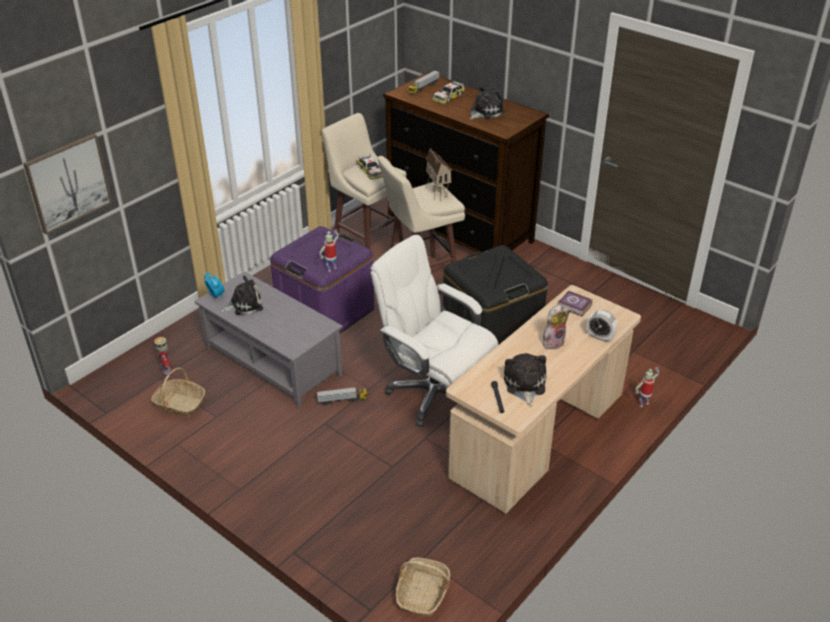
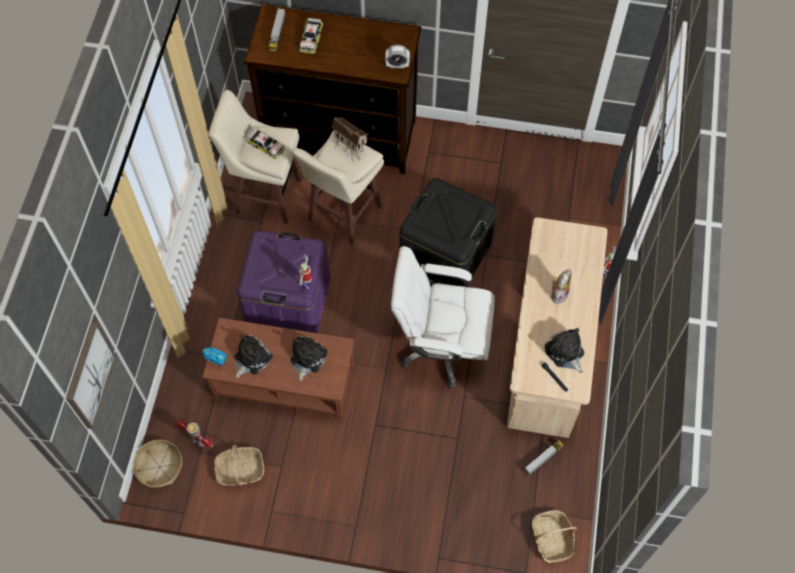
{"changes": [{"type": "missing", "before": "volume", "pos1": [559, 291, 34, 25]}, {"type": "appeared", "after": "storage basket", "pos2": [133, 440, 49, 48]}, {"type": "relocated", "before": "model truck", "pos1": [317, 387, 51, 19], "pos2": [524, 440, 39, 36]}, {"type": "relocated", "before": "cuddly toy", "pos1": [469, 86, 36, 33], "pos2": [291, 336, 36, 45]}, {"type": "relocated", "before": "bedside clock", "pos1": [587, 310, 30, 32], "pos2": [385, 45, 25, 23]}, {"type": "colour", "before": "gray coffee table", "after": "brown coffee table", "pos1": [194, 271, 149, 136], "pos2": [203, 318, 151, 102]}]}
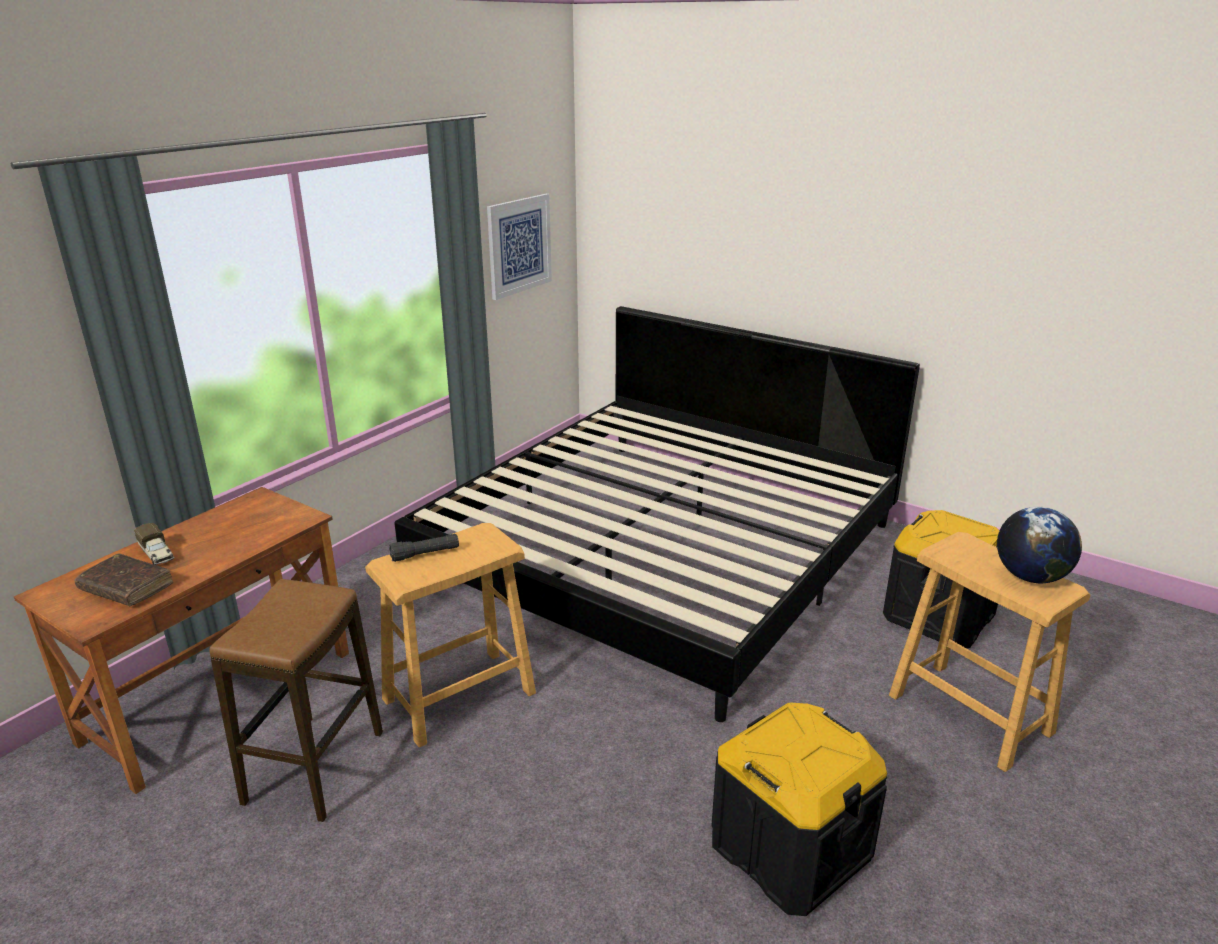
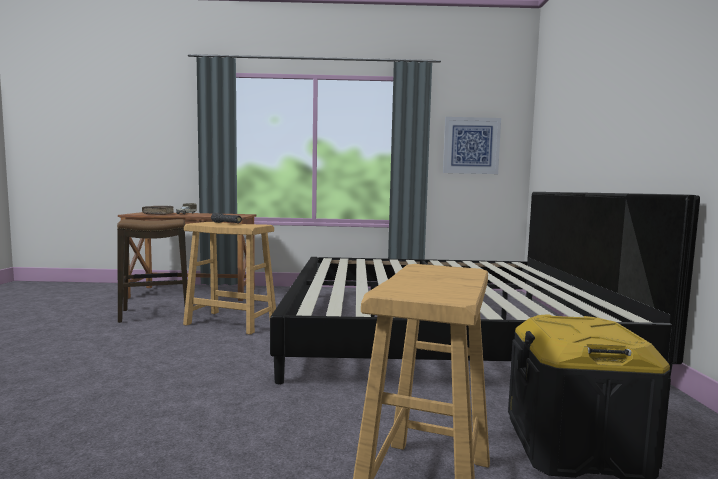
{"changes": [{"type": "missing", "before": "black-coloured storage container", "pos1": [712, 702, 175, 214]}, {"type": "missing", "before": "desk globe", "pos1": [997, 507, 85, 76]}]}
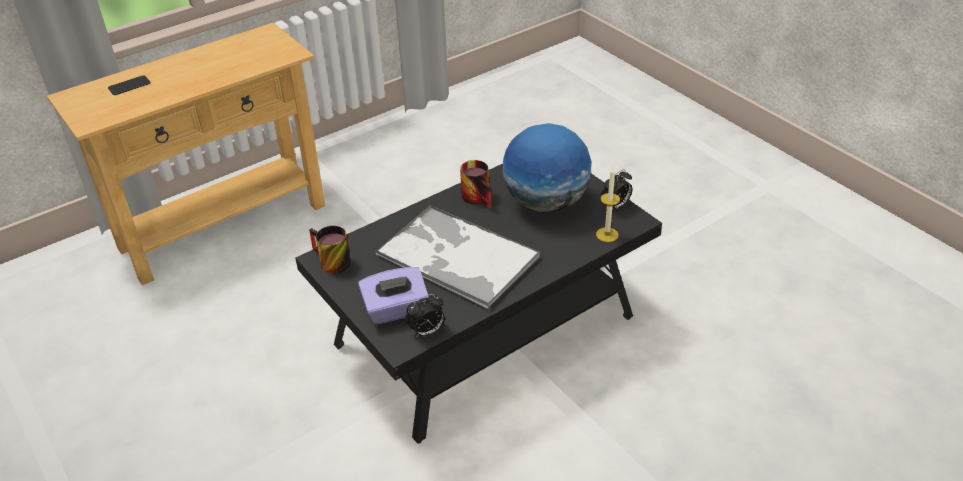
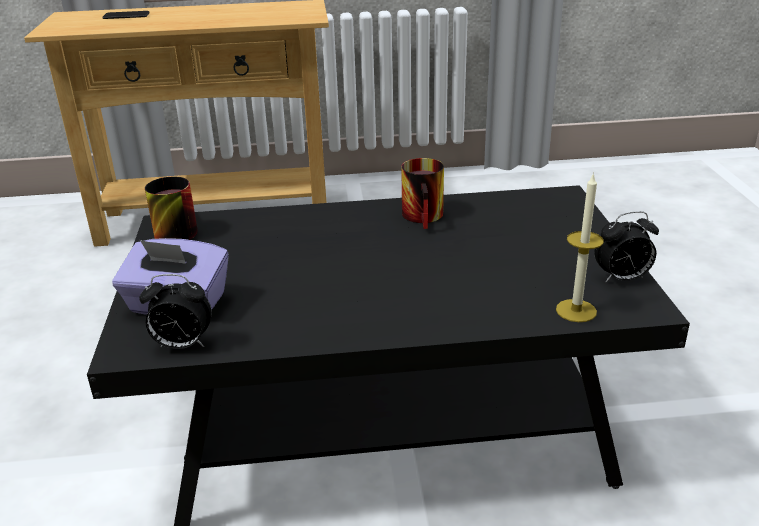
{"changes": [{"type": "missing", "before": "serving tray", "pos1": [375, 205, 165, 105]}, {"type": "missing", "before": "desk globe", "pos1": [502, 123, 90, 90]}]}
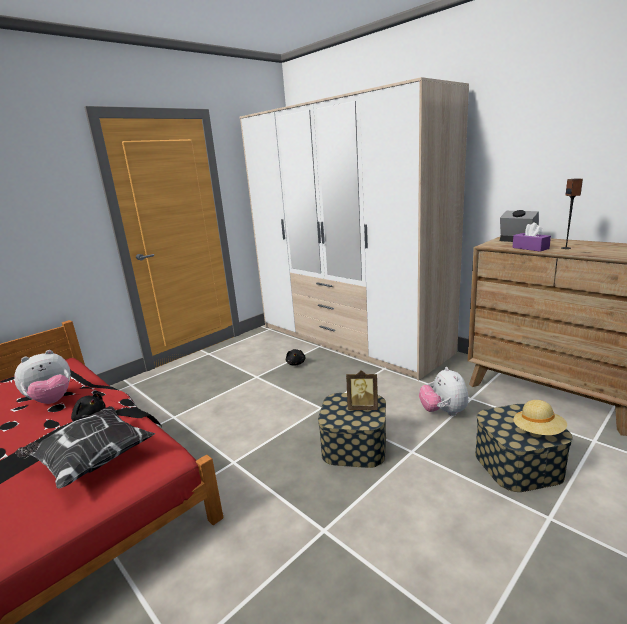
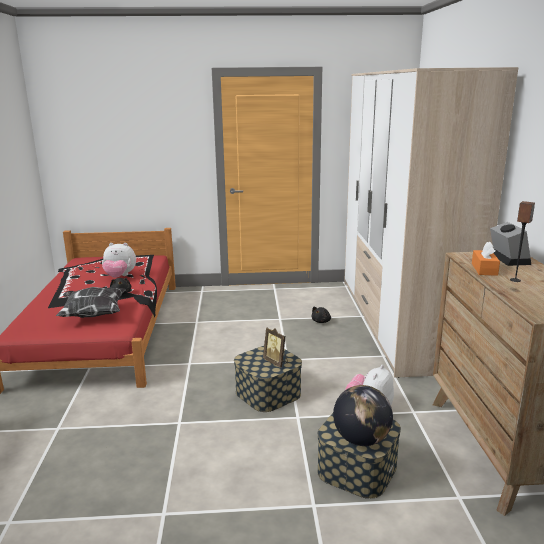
{"changes": [{"type": "exchanged", "before": "beige-coloured wearable hat", "after": "desk globe", "pos1": [513, 400, 54, 35], "pos2": [333, 385, 60, 61]}, {"type": "colour", "before": "purplish tissue box", "after": "orangey tissue box", "pos1": [512, 222, 39, 30], "pos2": [472, 241, 28, 35]}]}
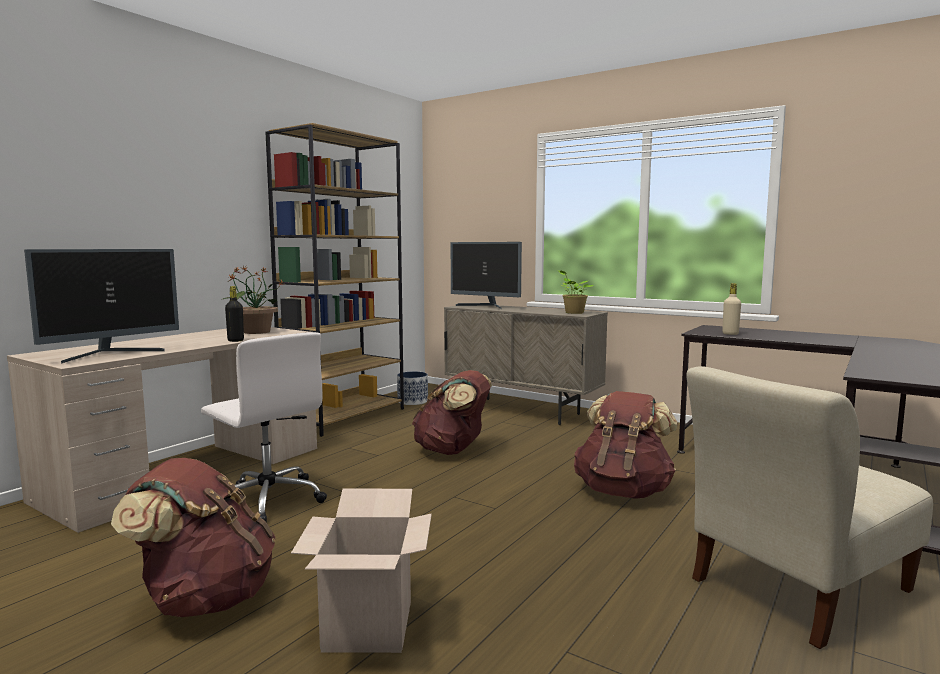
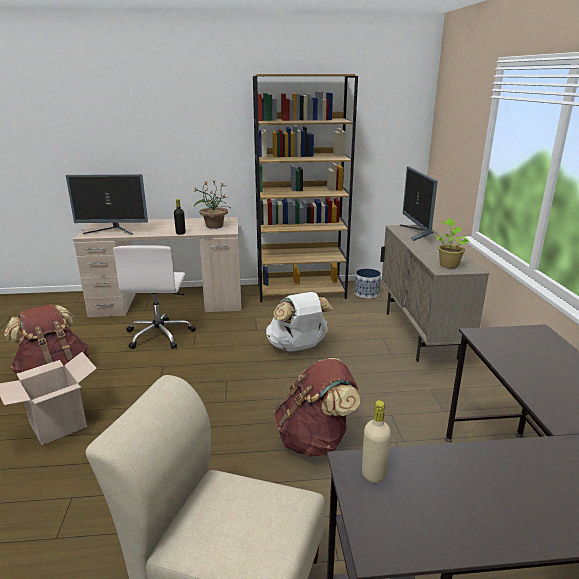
{"changes": [{"type": "relocated", "before": "beige-coloured beverage bottle", "pos1": [722, 283, 19, 52], "pos2": [362, 400, 29, 83]}, {"type": "colour", "before": "brown backpack", "after": "whitish backpack", "pos1": [412, 370, 80, 85], "pos2": [266, 292, 67, 60]}]}
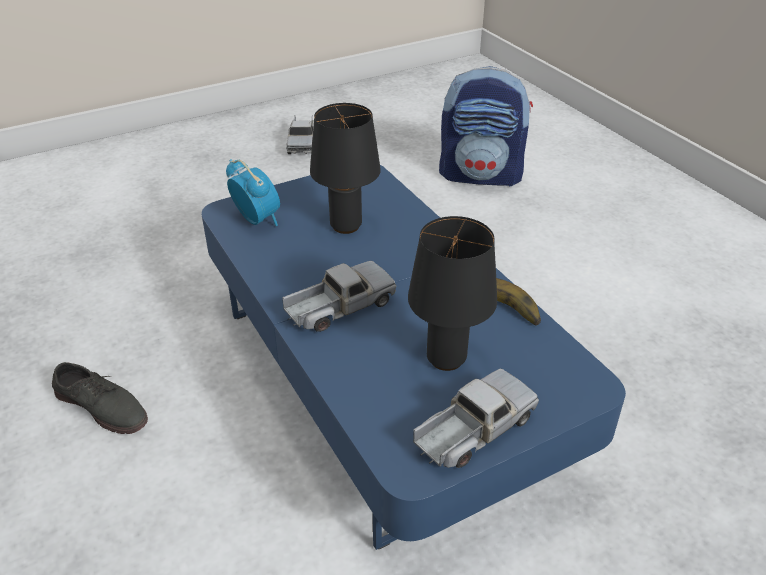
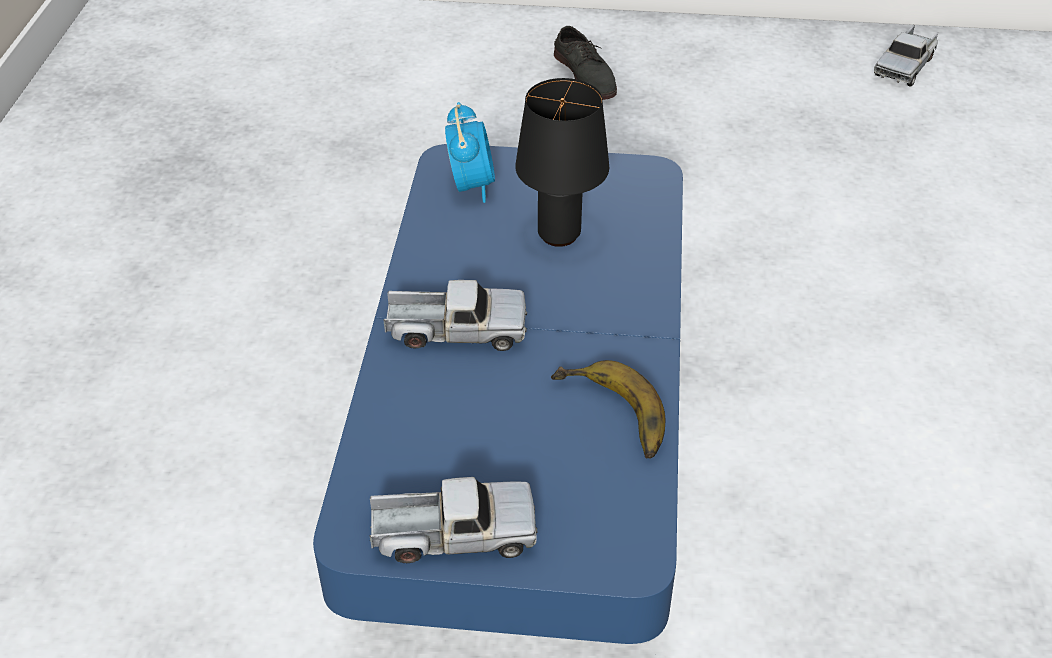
{"changes": [{"type": "missing", "before": "black-coloured table lamp", "pos1": [408, 216, 89, 155]}, {"type": "missing", "before": "backpack", "pos1": [439, 66, 94, 121]}, {"type": "relocated", "before": "gray shoe", "pos1": [52, 362, 96, 72], "pos2": [554, 26, 63, 74]}, {"type": "relocated", "before": "model truck", "pos1": [286, 115, 28, 39], "pos2": [874, 25, 65, 61]}]}
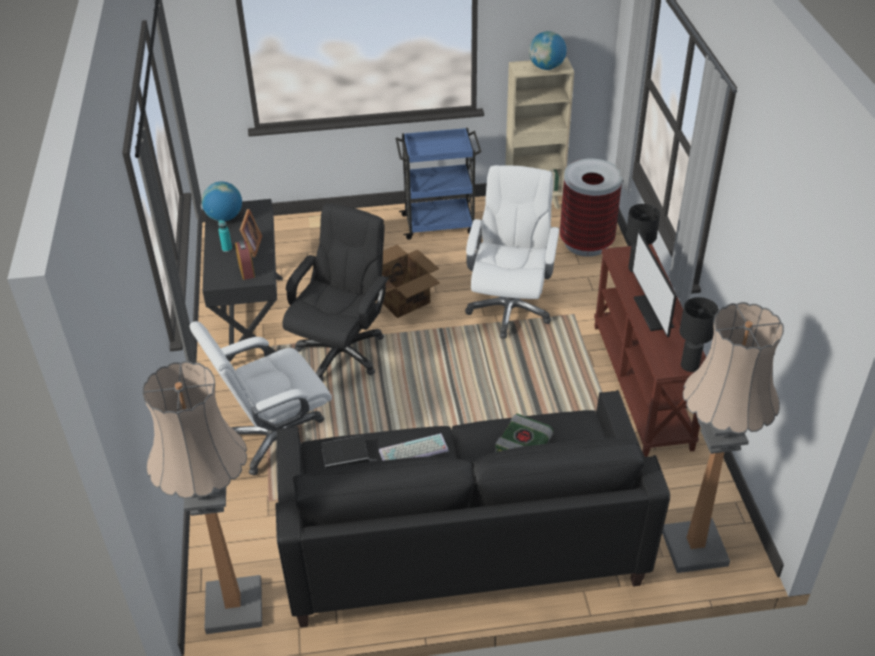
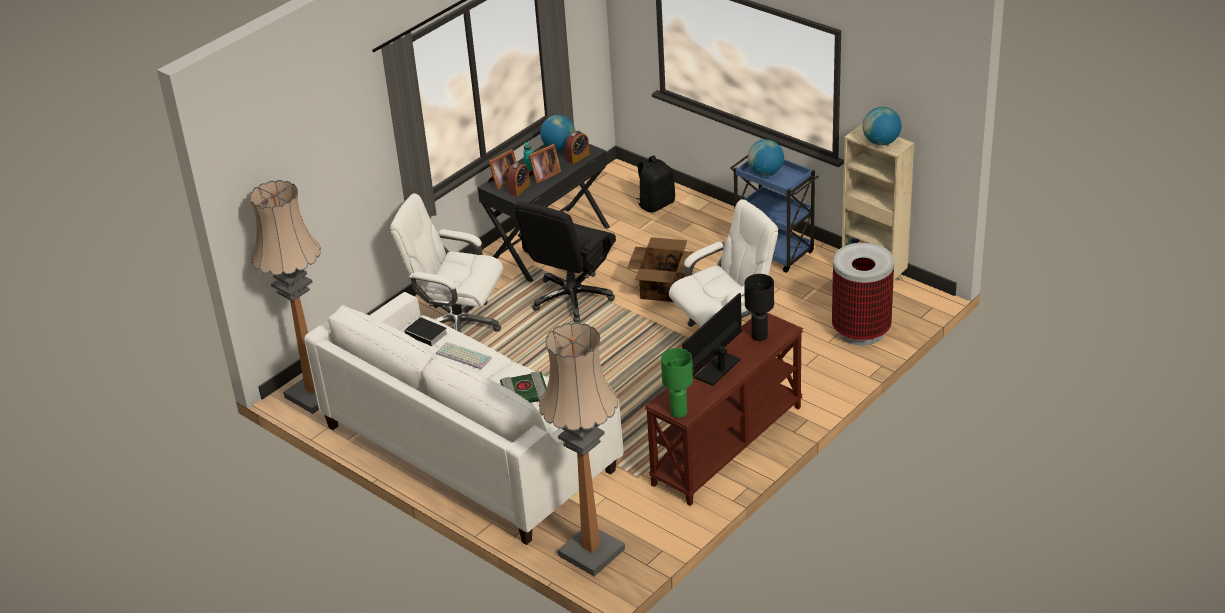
{"changes": [{"type": "appeared", "after": "picture frame", "pos2": [488, 149, 28, 40]}, {"type": "appeared", "after": "bedside clock", "pos2": [565, 131, 25, 33]}, {"type": "appeared", "after": "black-coloured backpack", "pos2": [636, 155, 39, 58]}, {"type": "appeared", "after": "desk globe", "pos2": [748, 139, 36, 37]}, {"type": "colour", "before": "black-coloured sofa", "after": "whitish sofa", "pos1": [276, 390, 394, 238], "pos2": [304, 292, 320, 253]}, {"type": "colour", "before": "black-coloured table lamp", "after": "greenish table lamp", "pos1": [679, 297, 40, 75], "pos2": [661, 348, 32, 70]}, {"type": "spun", "before": "black-coloured computer chair", "pos1": [283, 203, 106, 178], "pos2": [514, 202, 102, 120], "turn": 135}]}
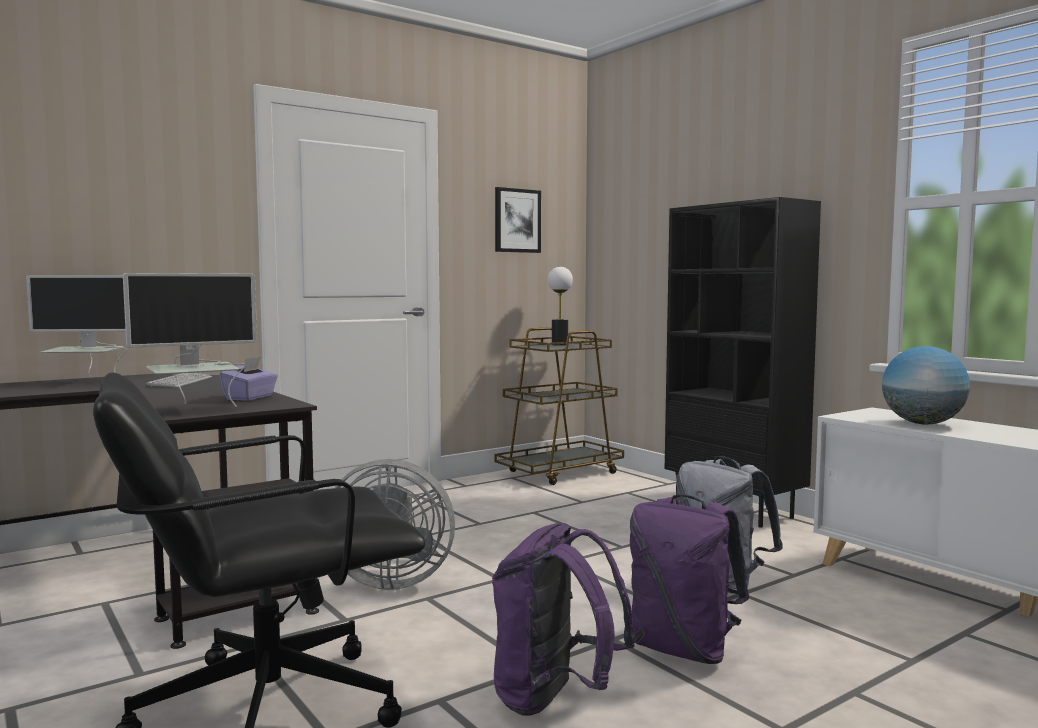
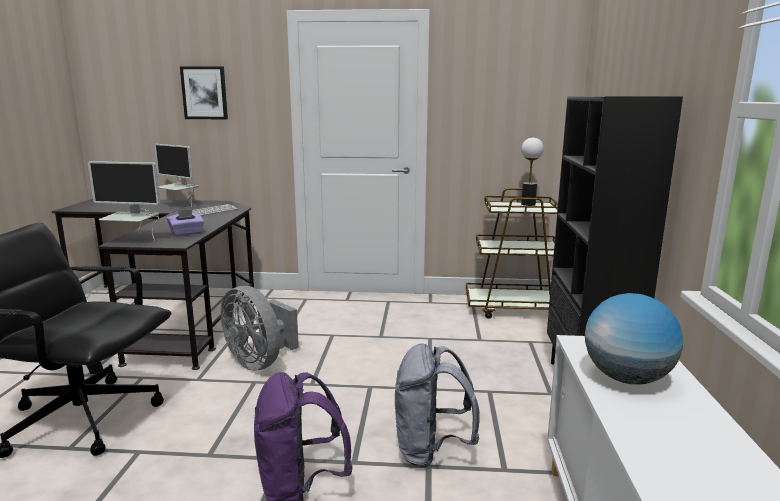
{"changes": [{"type": "missing", "before": "purplish backpack", "pos1": [492, 523, 144, 193]}, {"type": "relocated", "before": "wall art", "pos1": [495, 187, 46, 66], "pos2": [180, 66, 48, 53]}]}
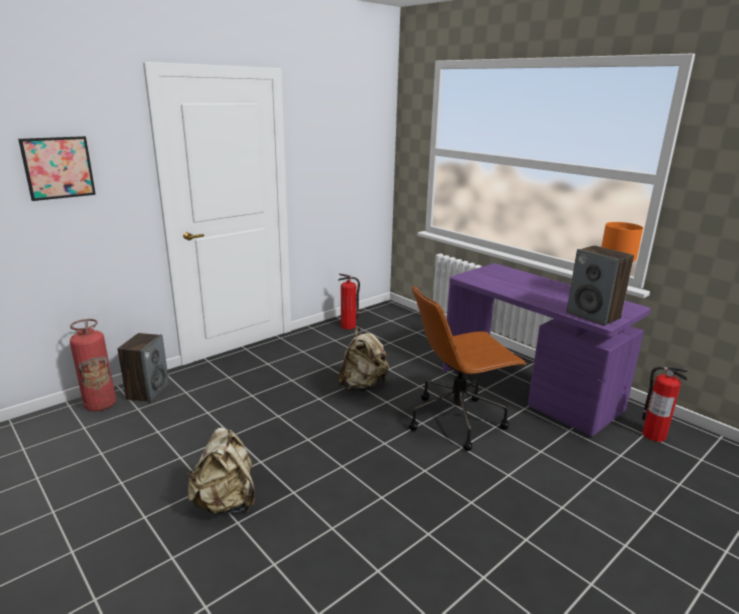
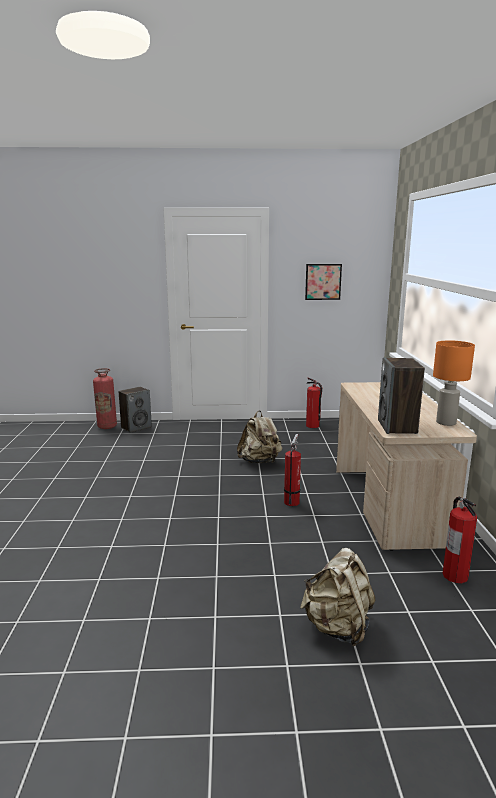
{"changes": [{"type": "relocated", "before": "wall art", "pos1": [18, 136, 78, 65], "pos2": [305, 264, 37, 36]}, {"type": "relocated", "before": "beige-coloured backpack", "pos1": [187, 427, 68, 87], "pos2": [300, 548, 75, 99]}, {"type": "exchanged", "before": "brown computer chair", "after": "extinguisher", "pos1": [409, 285, 118, 166], "pos2": [284, 434, 17, 72]}, {"type": "colour", "before": "purplish desk", "after": "beige-coloured desk", "pos1": [443, 263, 207, 173], "pos2": [336, 382, 141, 169]}]}
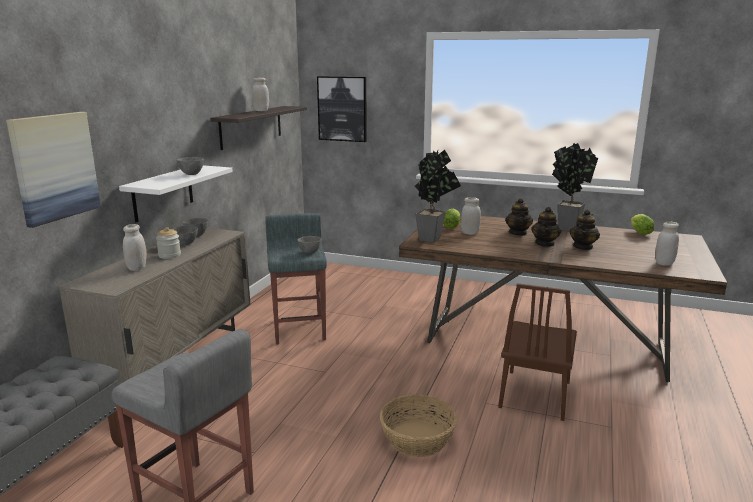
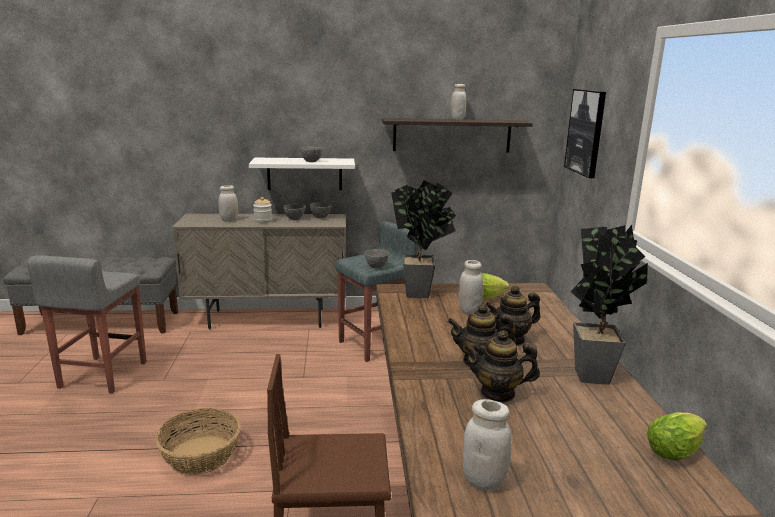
{"changes": [{"type": "missing", "before": "wall art", "pos1": [6, 112, 95, 116]}]}
